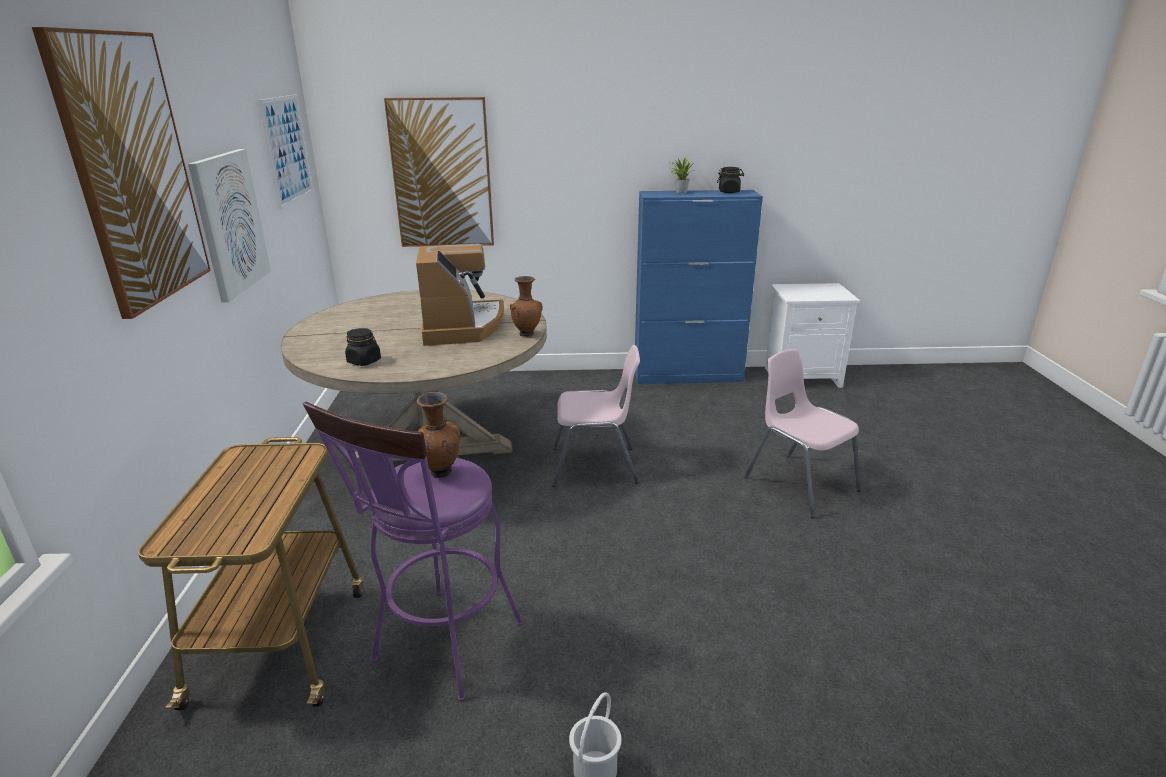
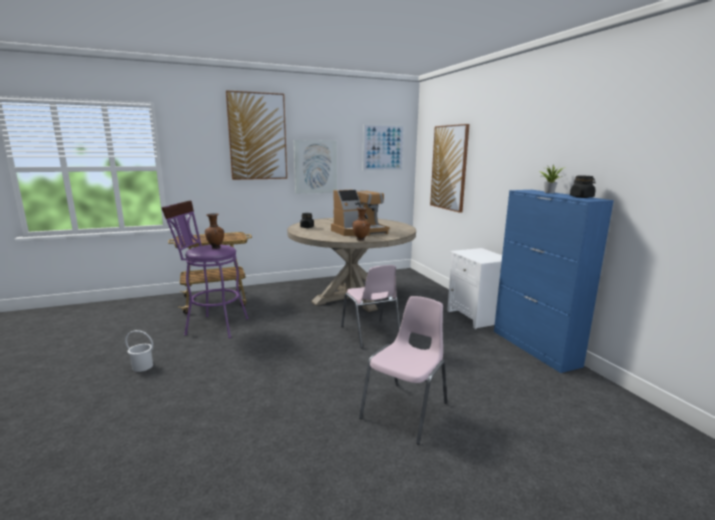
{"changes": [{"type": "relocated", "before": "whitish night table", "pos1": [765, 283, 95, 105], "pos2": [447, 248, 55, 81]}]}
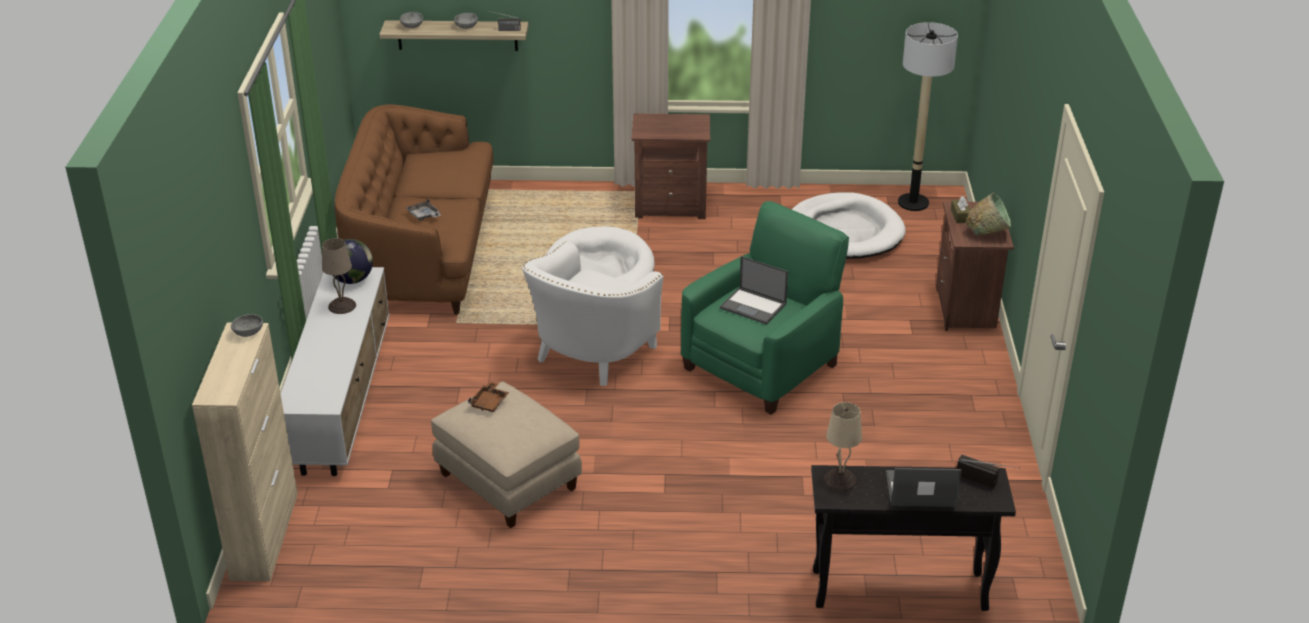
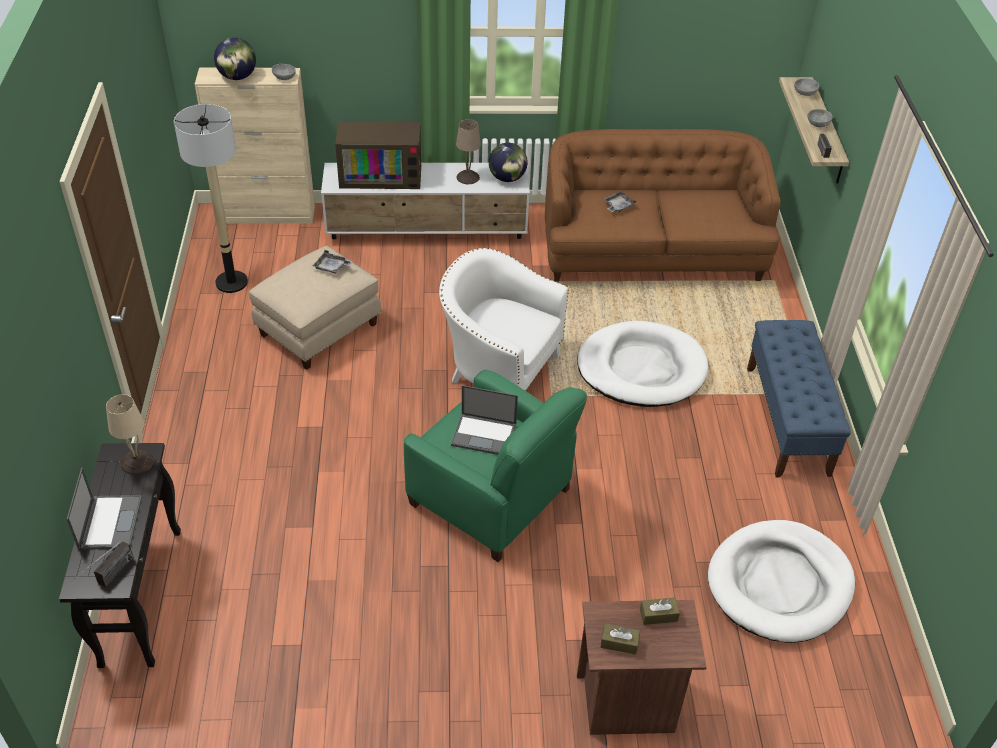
{"changes": [{"type": "appeared", "after": "desk globe", "pos2": [214, 37, 42, 43]}, {"type": "appeared", "after": "TV", "pos2": [335, 121, 86, 68]}, {"type": "relocated", "before": "standard lamp", "pos1": [898, 22, 60, 189], "pos2": [174, 104, 74, 189]}, {"type": "exchanged", "before": "brown night table", "after": "blue indoor bench", "pos1": [631, 113, 79, 106], "pos2": [747, 320, 104, 157]}, {"type": "exchanged", "before": "greenish deep dish", "after": "brown tissue box", "pos1": [966, 192, 45, 43], "pos2": [601, 623, 39, 32]}, {"type": "colour", "before": "brown serving tray", "after": "gray serving tray", "pos1": [468, 381, 41, 31], "pos2": [313, 250, 40, 24]}, {"type": "spun", "before": "portable computer", "pos1": [720, 256, 68, 69], "pos2": [451, 385, 67, 70], "turn": -105}]}
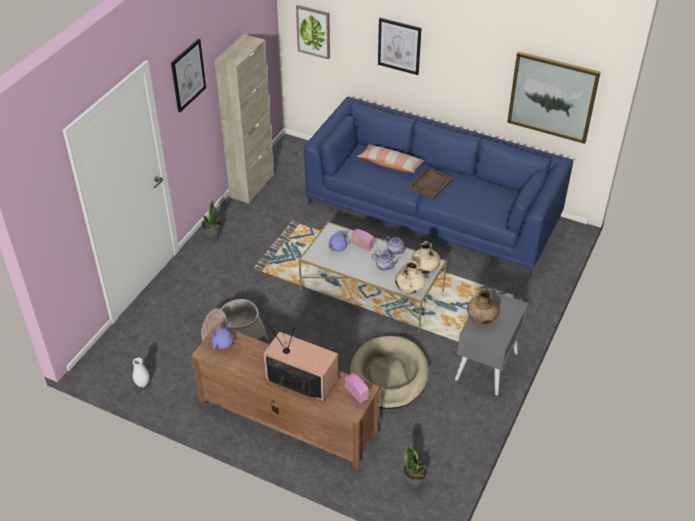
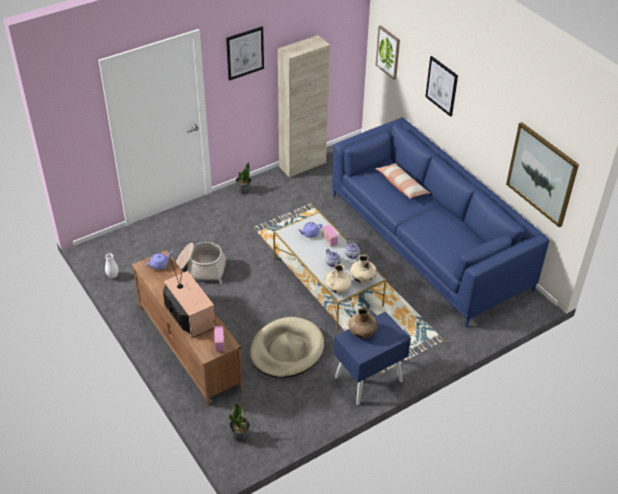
{"changes": [{"type": "missing", "before": "brown serving tray", "pos1": [409, 167, 45, 33]}, {"type": "colour", "before": "gray night table", "after": "blue night table", "pos1": [455, 288, 74, 108], "pos2": [334, 311, 77, 94]}]}
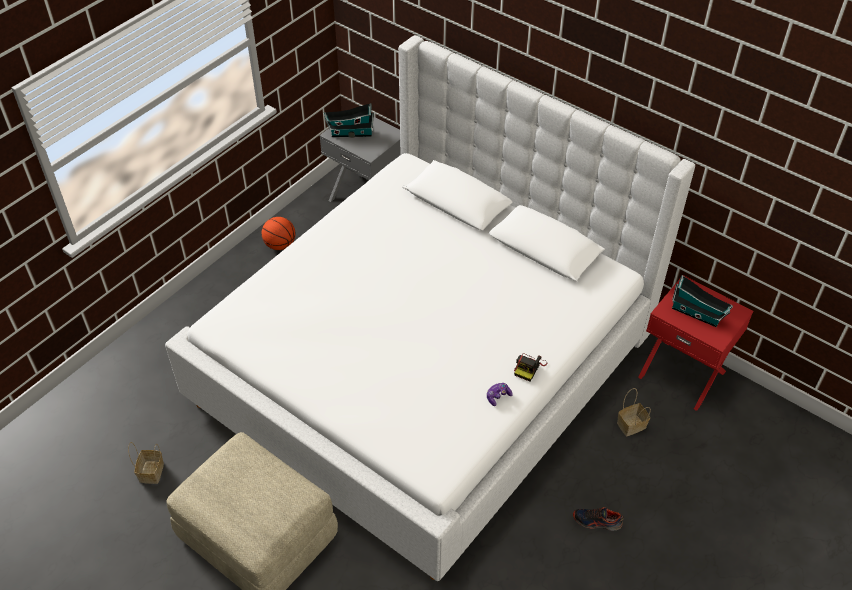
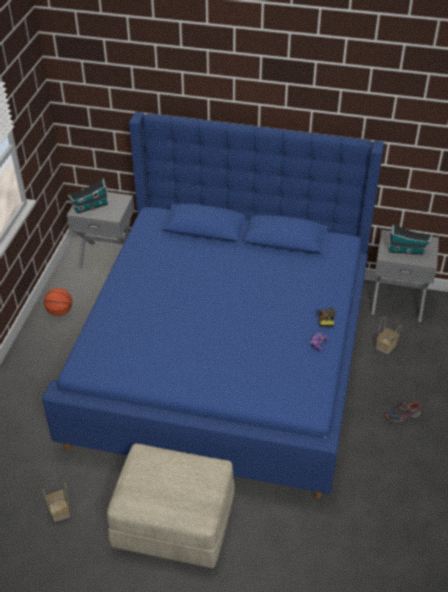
{"changes": [{"type": "colour", "before": "whitish bed", "after": "blue bed", "pos1": [165, 35, 530, 546], "pos2": [42, 112, 342, 386]}, {"type": "colour", "before": "red night table", "after": "gray night table", "pos1": [638, 275, 115, 136], "pos2": [372, 230, 67, 92]}]}
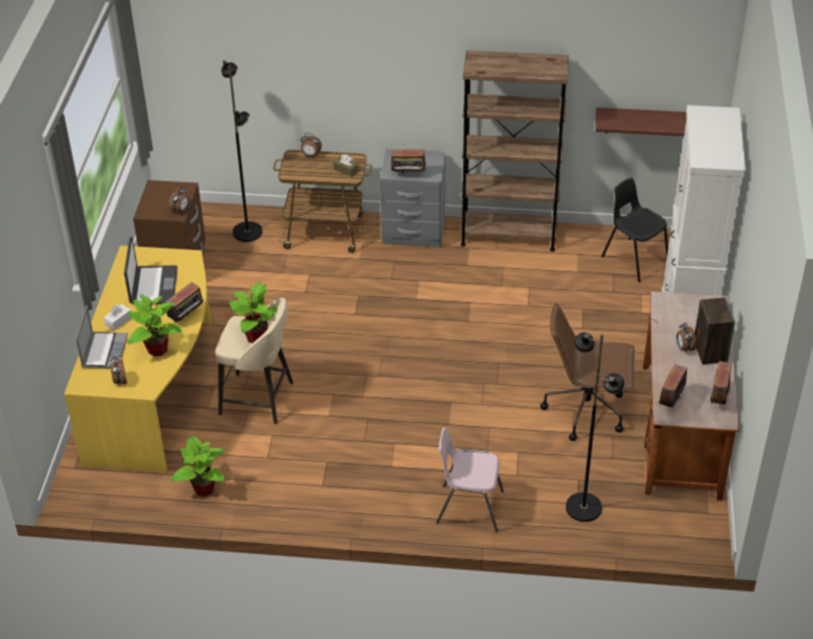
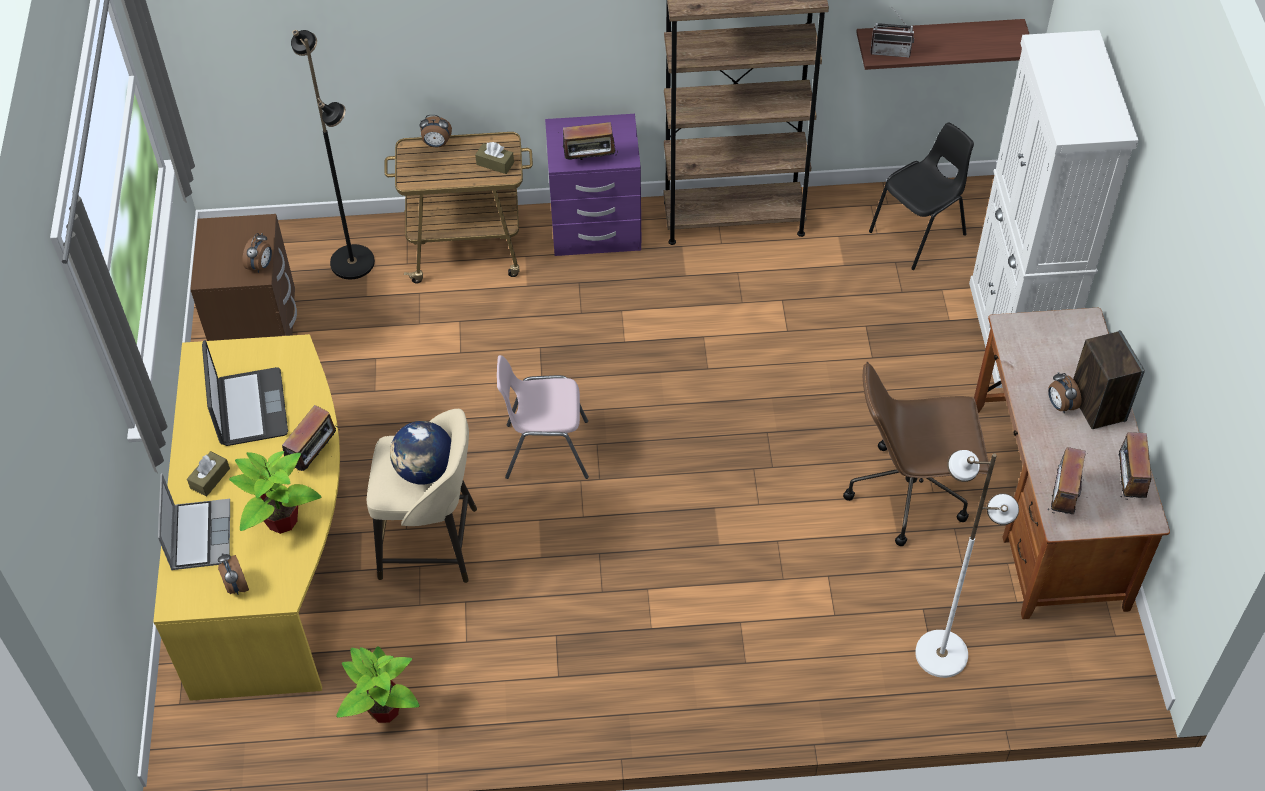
{"changes": [{"type": "appeared", "after": "radio set", "pos2": [870, 7, 44, 50]}, {"type": "relocated", "before": "pink upright chair", "pos1": [436, 427, 68, 105], "pos2": [497, 355, 92, 124]}, {"type": "exchanged", "before": "potted plant", "after": "desk globe", "pos1": [229, 282, 49, 62], "pos2": [390, 421, 61, 64]}, {"type": "colour", "before": "whitish tissue box", "after": "brown tissue box", "pos1": [103, 304, 28, 27], "pos2": [187, 451, 43, 46]}, {"type": "colour", "before": "gray night table", "after": "purplish night table", "pos1": [380, 149, 66, 98], "pos2": [545, 114, 96, 142]}, {"type": "colour", "before": "black-coloured standard lamp", "after": "whitish standard lamp", "pos1": [566, 332, 59, 190], "pos2": [915, 450, 104, 228]}, {"type": "spun", "before": "black-coloured upright chair", "pos1": [601, 178, 67, 104], "pos2": [869, 123, 105, 147], "turn": 105}]}
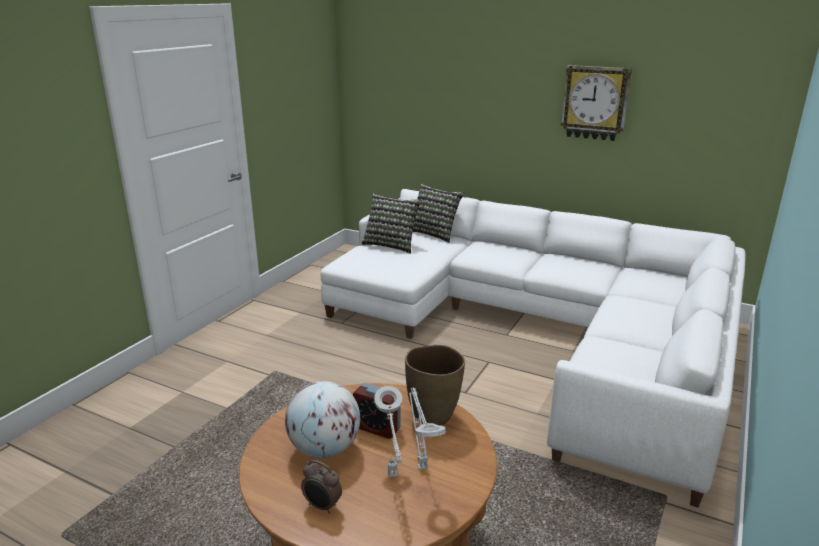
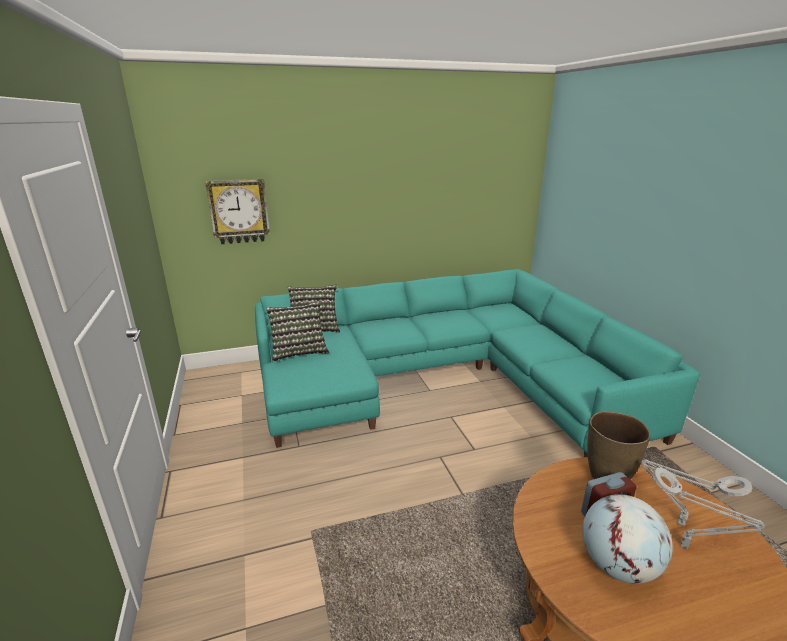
{"changes": [{"type": "missing", "before": "bedside clock", "pos1": [301, 460, 41, 54]}, {"type": "relocated", "before": "hanging clock", "pos1": [561, 65, 71, 76], "pos2": [205, 179, 65, 65]}, {"type": "colour", "before": "whitish sofa", "after": "blue-green sofa", "pos1": [320, 189, 426, 319], "pos2": [255, 269, 445, 188]}]}
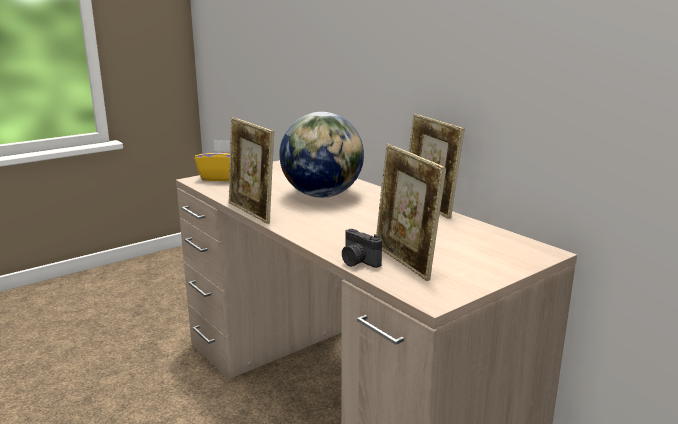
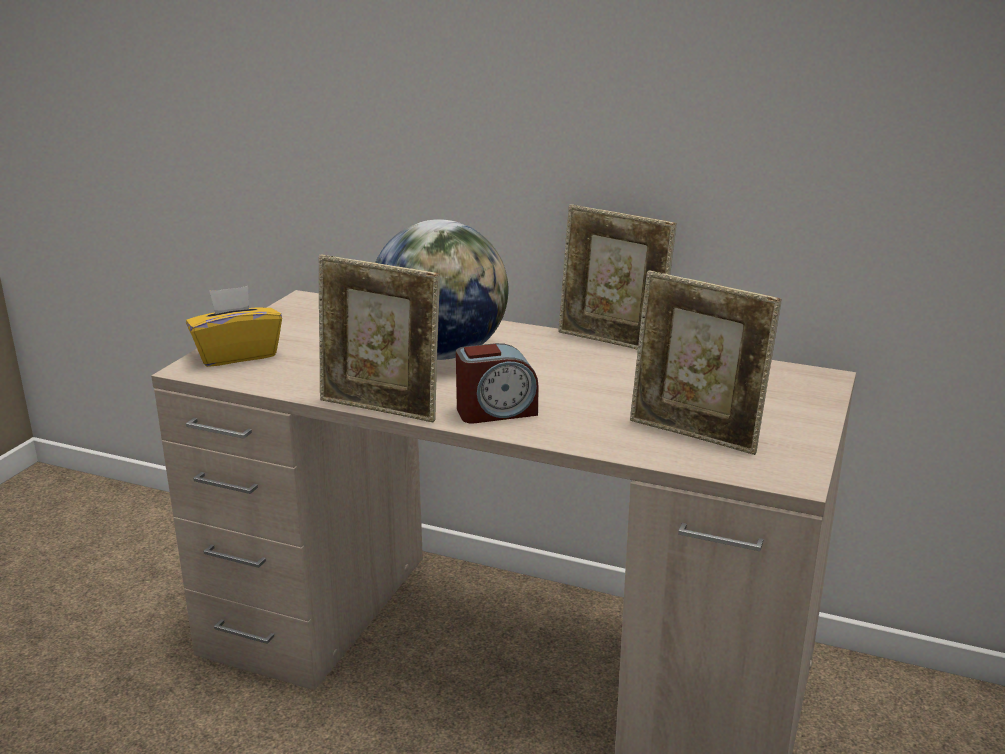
{"changes": [{"type": "missing", "before": "photo camera", "pos1": [342, 229, 40, 39]}, {"type": "appeared", "after": "bedside clock", "pos2": [456, 343, 83, 80]}]}
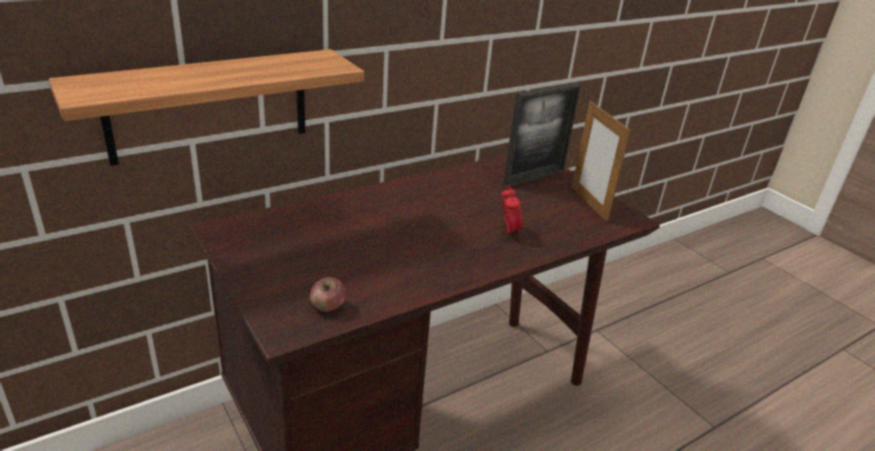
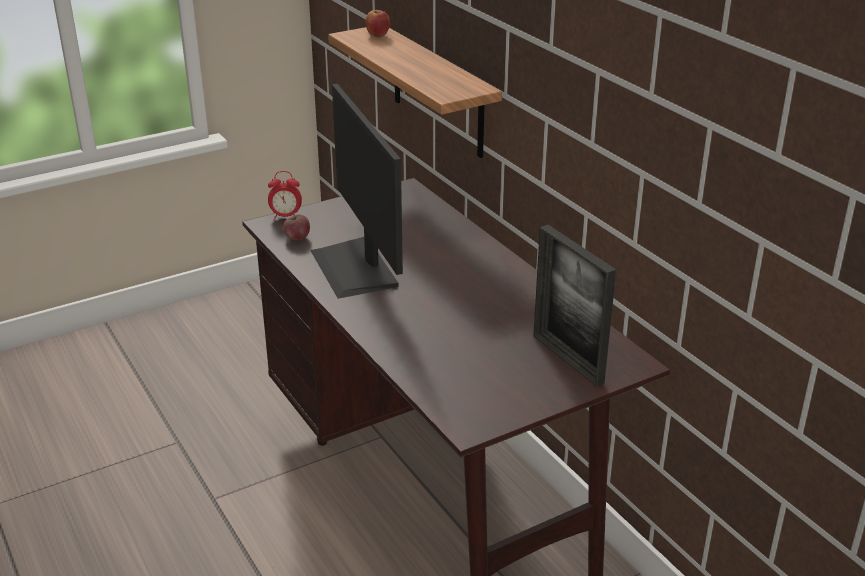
{"changes": [{"type": "missing", "before": "picture frame", "pos1": [572, 101, 59, 121]}, {"type": "appeared", "after": "monitor", "pos2": [310, 84, 93, 215]}, {"type": "appeared", "after": "apple fruit", "pos2": [365, 10, 25, 27]}, {"type": "relocated", "before": "bedside clock", "pos1": [501, 185, 22, 52], "pos2": [268, 171, 34, 50]}]}
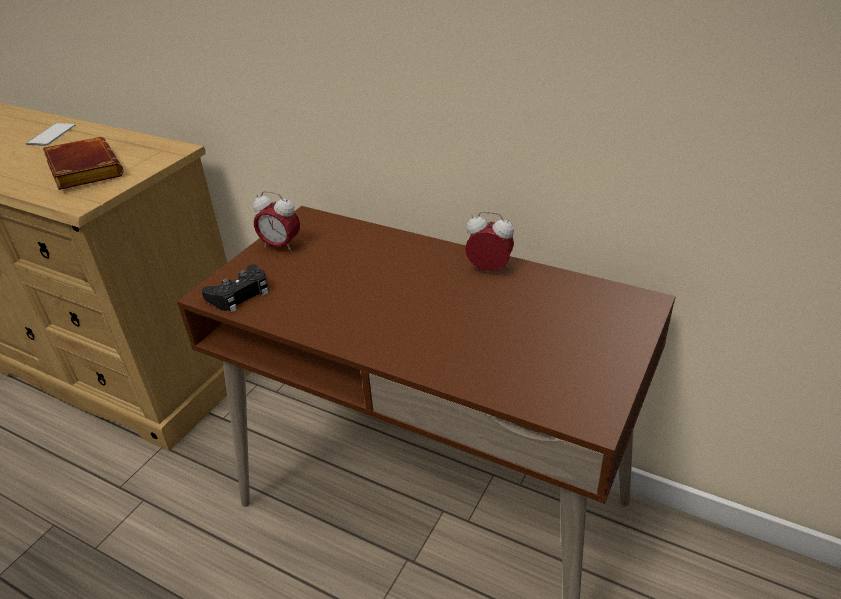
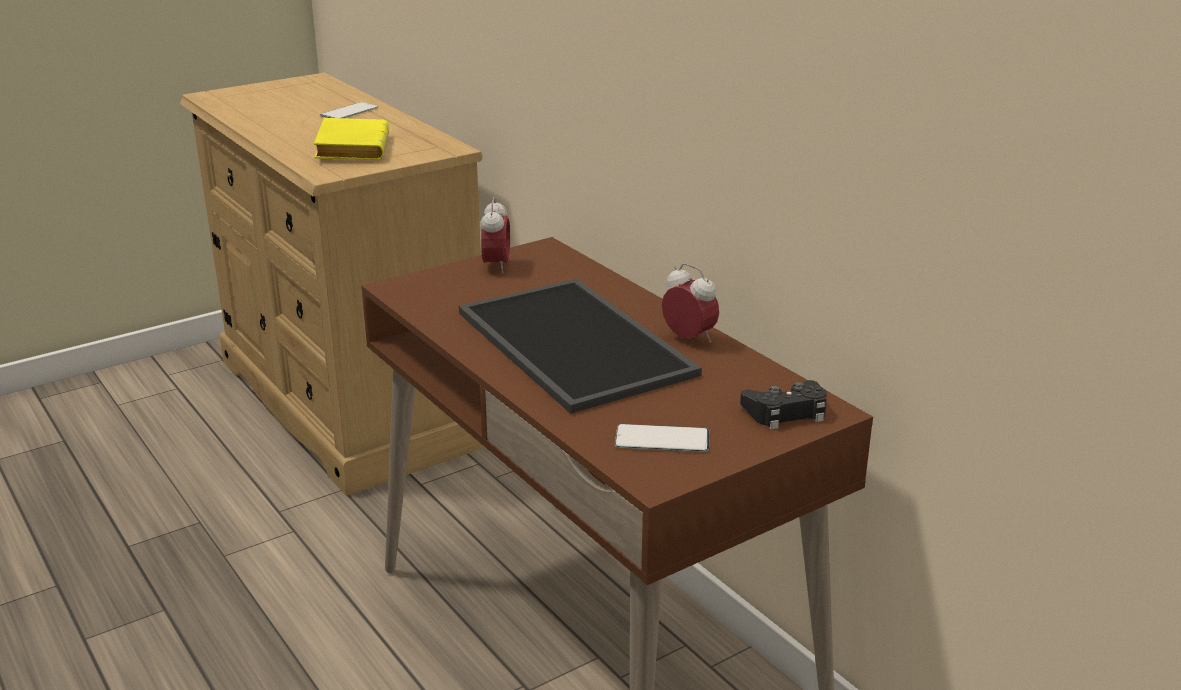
{"changes": [{"type": "appeared", "after": "serving tray", "pos2": [459, 279, 243, 135]}, {"type": "appeared", "after": "handset", "pos2": [615, 424, 94, 28]}, {"type": "relocated", "before": "black-coloured joypad", "pos1": [201, 265, 68, 48], "pos2": [740, 380, 87, 50]}, {"type": "colour", "before": "brown volume", "after": "yellow-coloured volume", "pos1": [43, 137, 80, 53], "pos2": [314, 118, 75, 42]}, {"type": "spun", "before": "bedside clock", "pos1": [253, 191, 47, 61], "pos2": [481, 197, 29, 76], "turn": -135}]}
